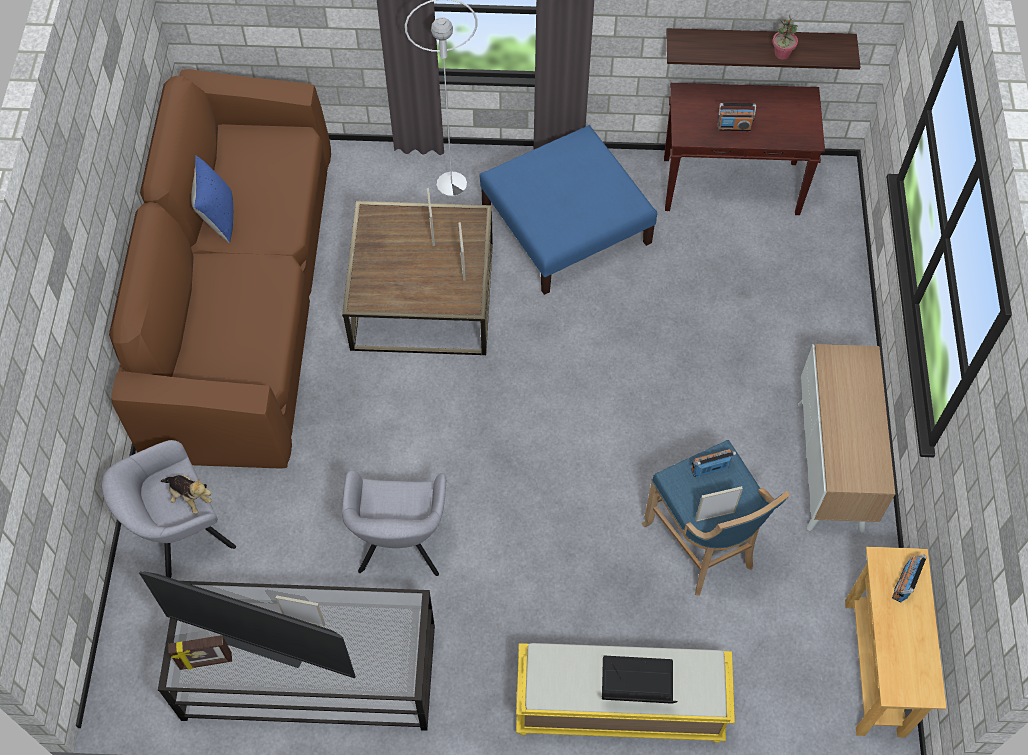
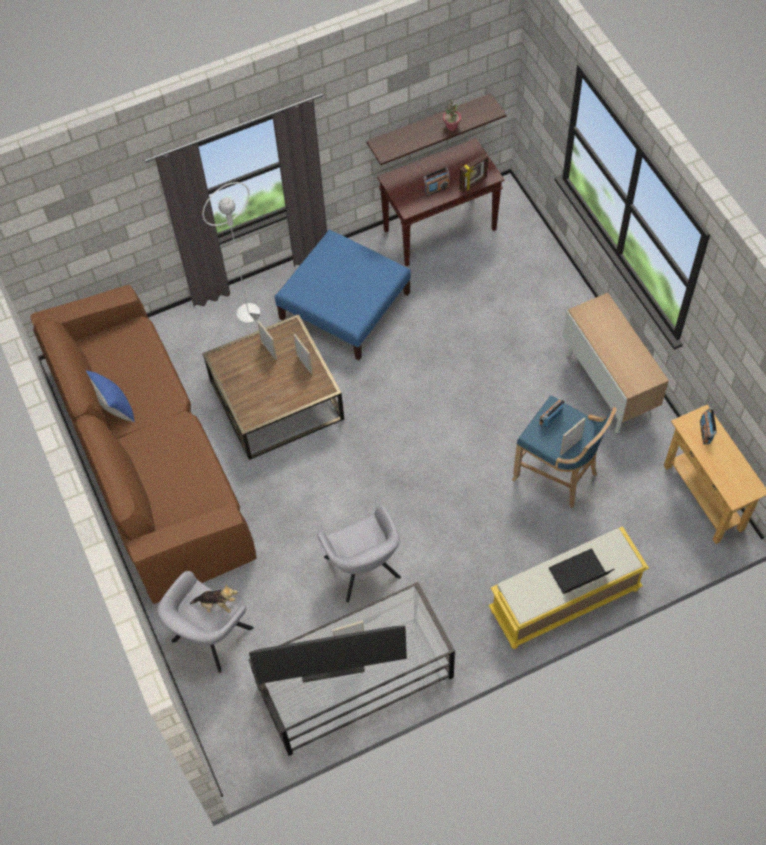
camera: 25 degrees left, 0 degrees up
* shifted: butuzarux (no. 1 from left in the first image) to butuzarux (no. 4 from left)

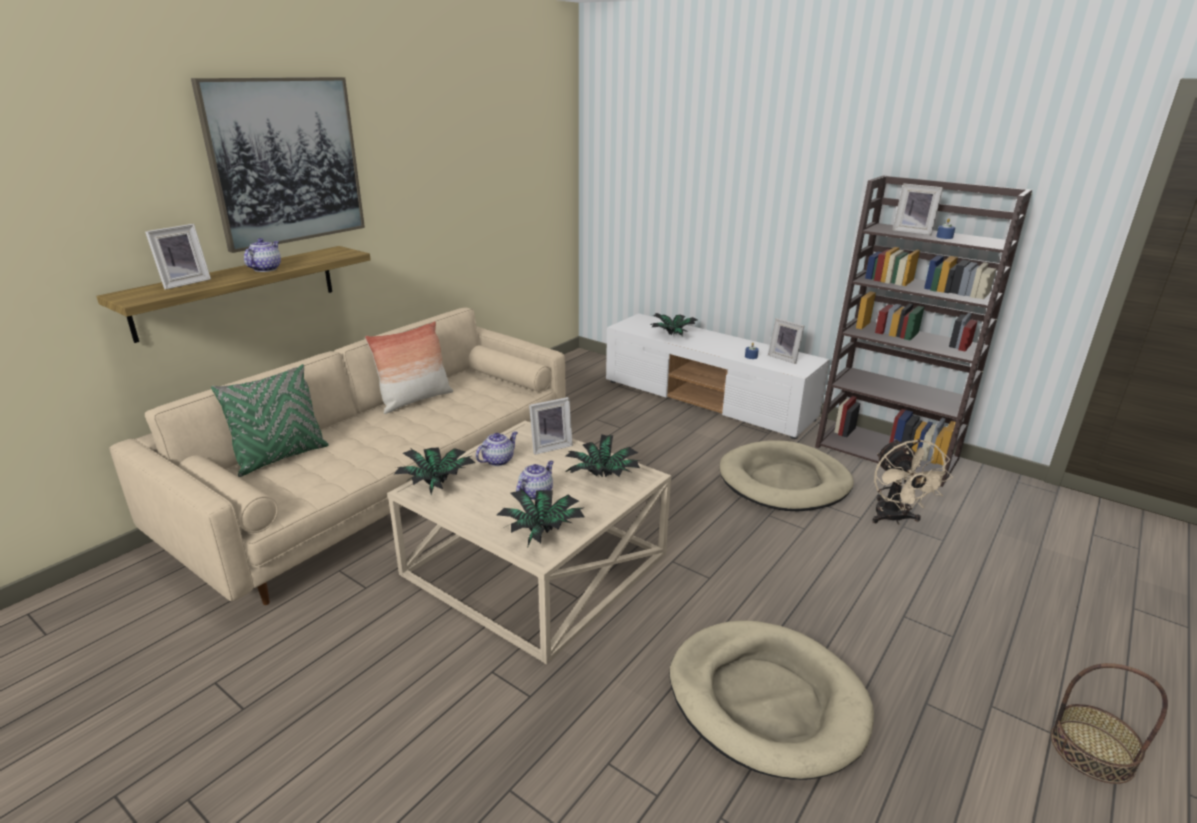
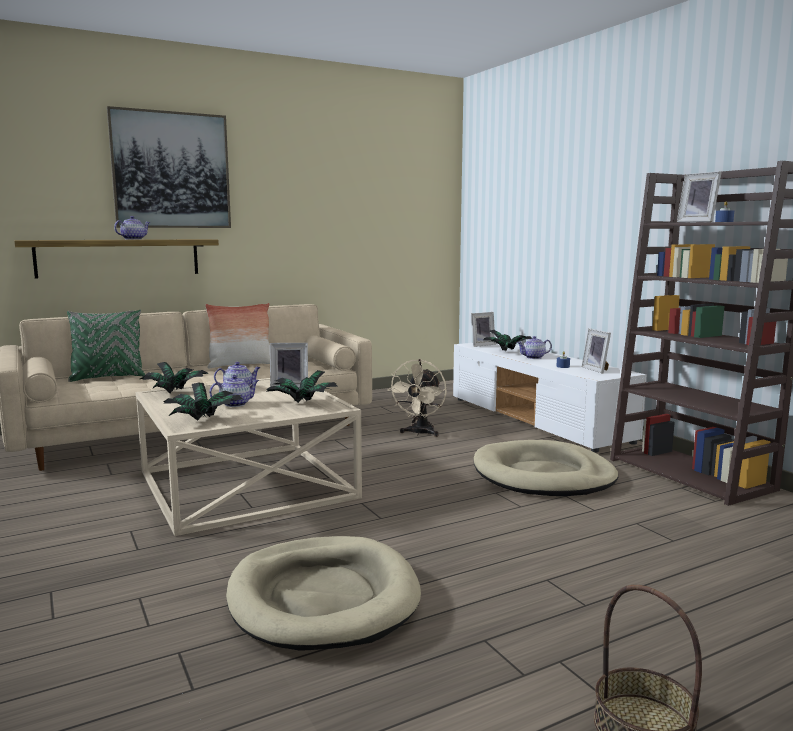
camera: 25 degrees right, 15 degrees down
* shifted: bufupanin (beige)
* shifted: butuzarux (no. 1 from left in the first image) to butuzarux (no. 2 from left)
* new: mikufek (no. 4 from left)

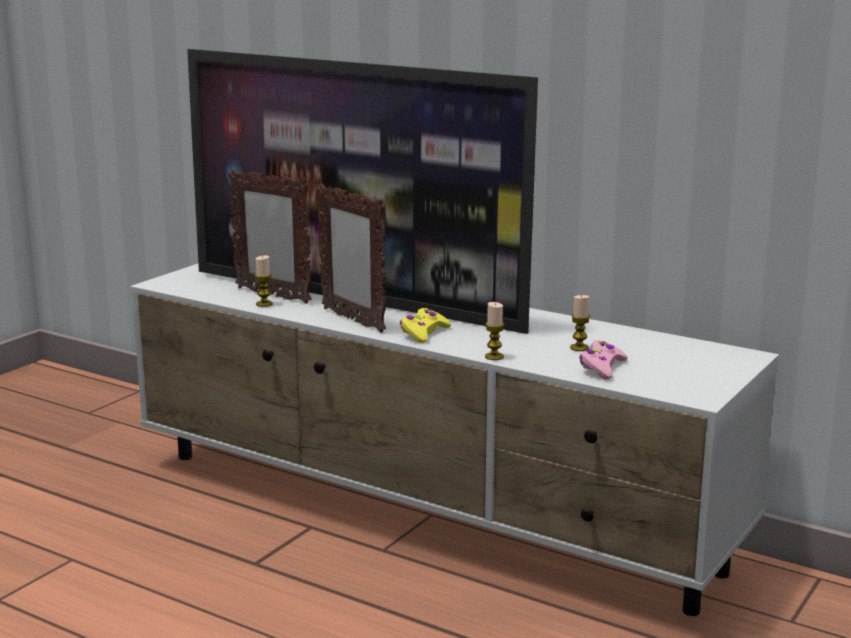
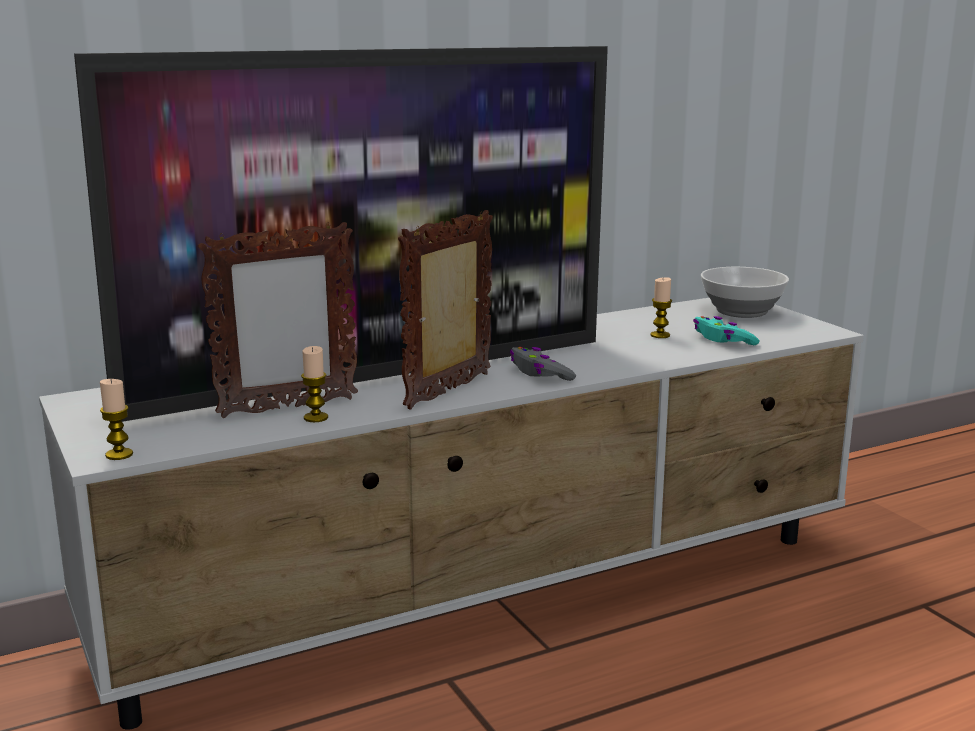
camera: 60 degrees left, 0 degrees up
* shifted: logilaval (no. 2 from left in the first image) to logilaval (no. 1 from left)
* rotated: butuzarux (no. 2 from left) 135 degrees clockwise
* repainted: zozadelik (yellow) to zozadelik (grey)
* repainted: zozadelik (pink) to zozadelik (turquoise)
* new: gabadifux

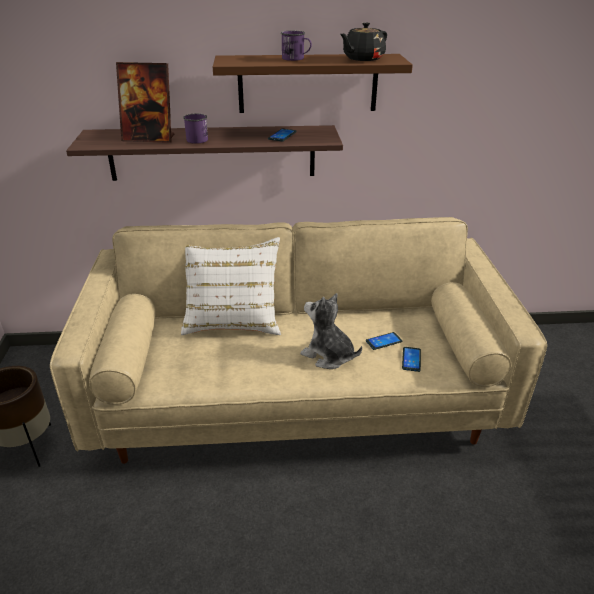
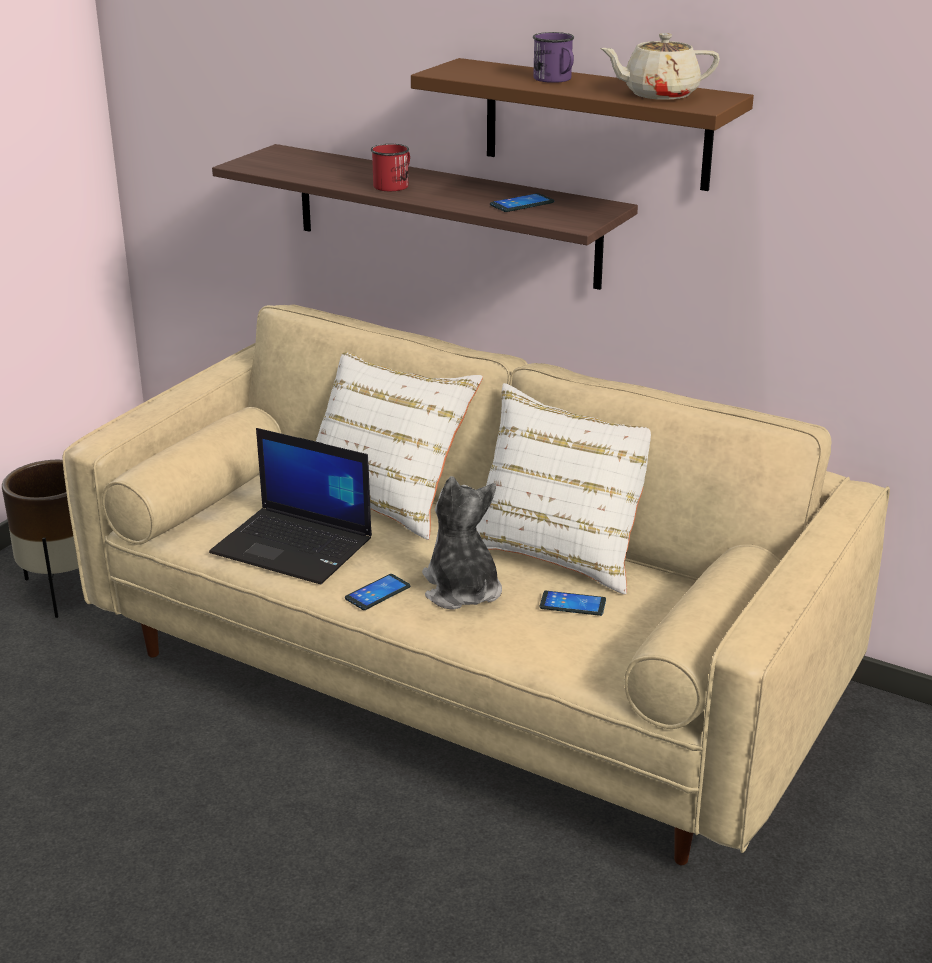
camera: 35 degrees right, 5 degrees down
* new: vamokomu
* shifted: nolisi (no. 3 from left in the first image) to nolisi (no. 1 from left)
* repainted: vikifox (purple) (no. 1 from left) to vikifox (red)
* new: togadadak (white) (no. 2 from left)
* repainted: mikufek (black) to mikufek (beige)
* gone: butuzarux

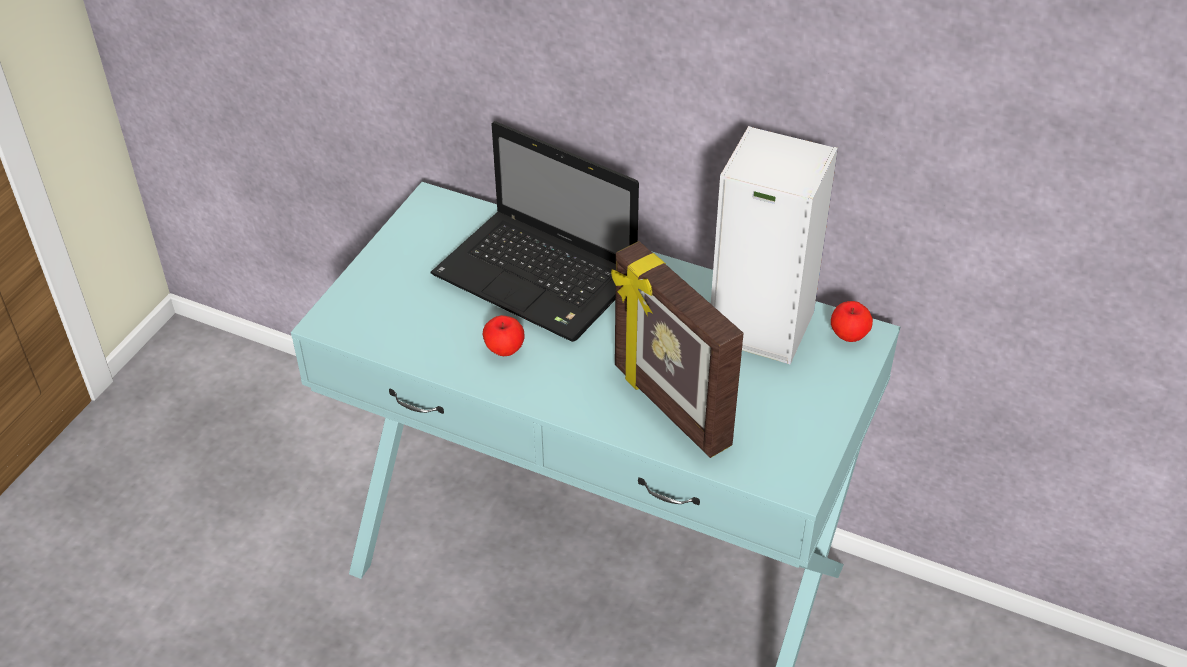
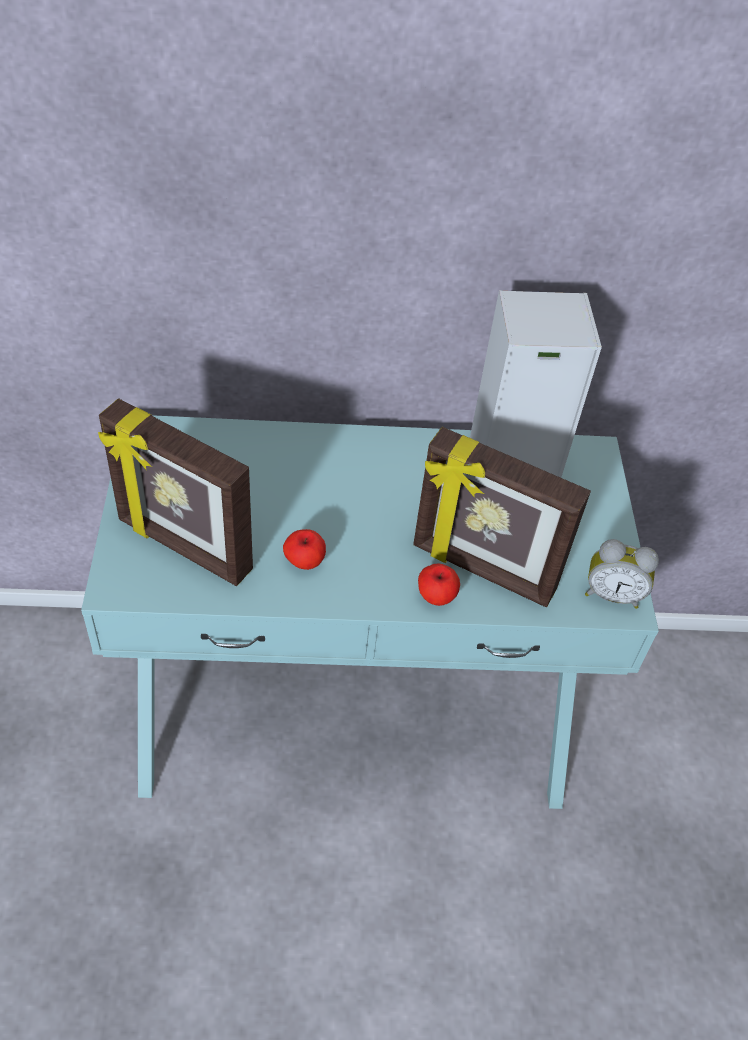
camera: 30 degrees left, 5 degrees up
* new: butuzarux (no. 1 from left)
* shifted: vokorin (no. 2 from left)
* new: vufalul
* gone: vamokomu

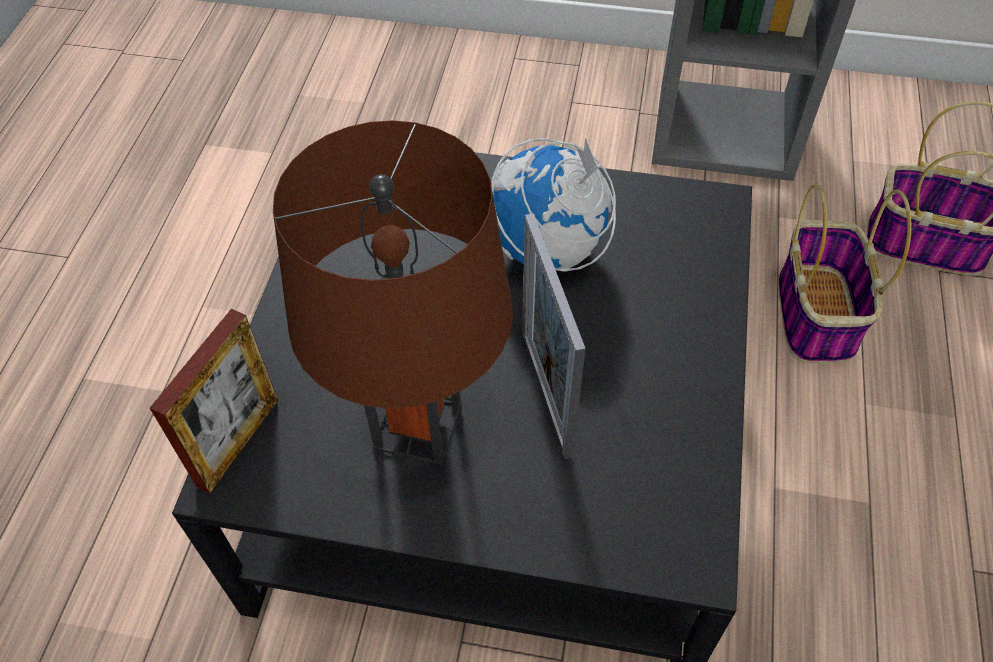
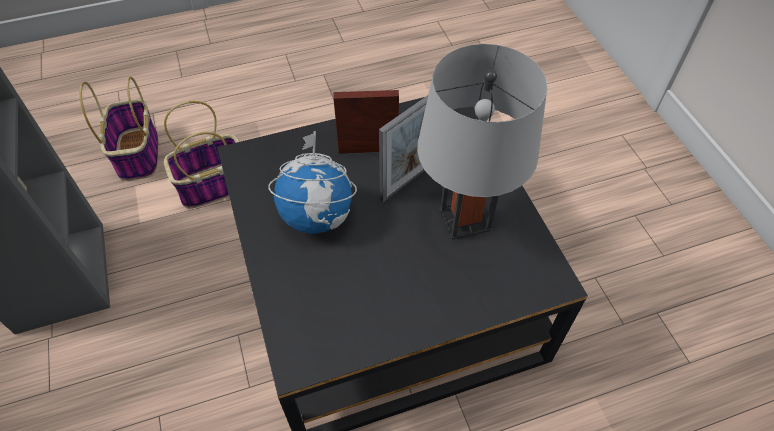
camera: 120 degrees left, 0 degrees up
* shifted: butuzarux (no. 1 from left)
* repainted: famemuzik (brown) to famemuzik (grey)

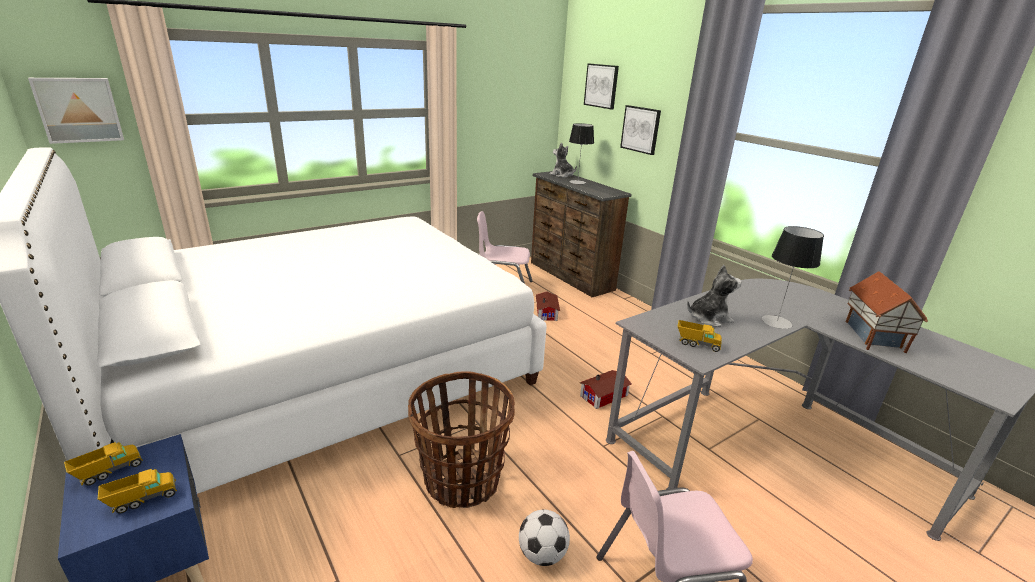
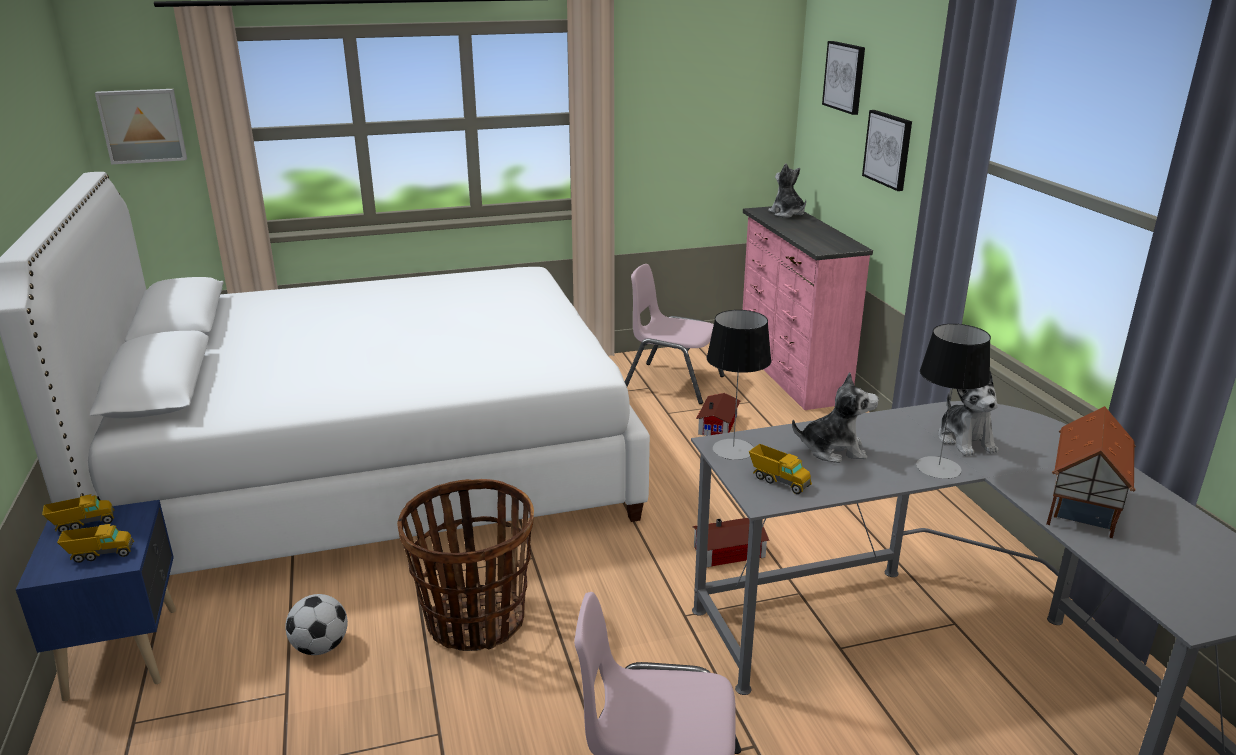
camera: 20 degrees right, 0 degrees up
* shifted: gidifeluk
* shifted: famemuzik (no. 1 from left)
* repainted: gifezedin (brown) to gifezedin (pink)
* new: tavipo (no. 3 from left)

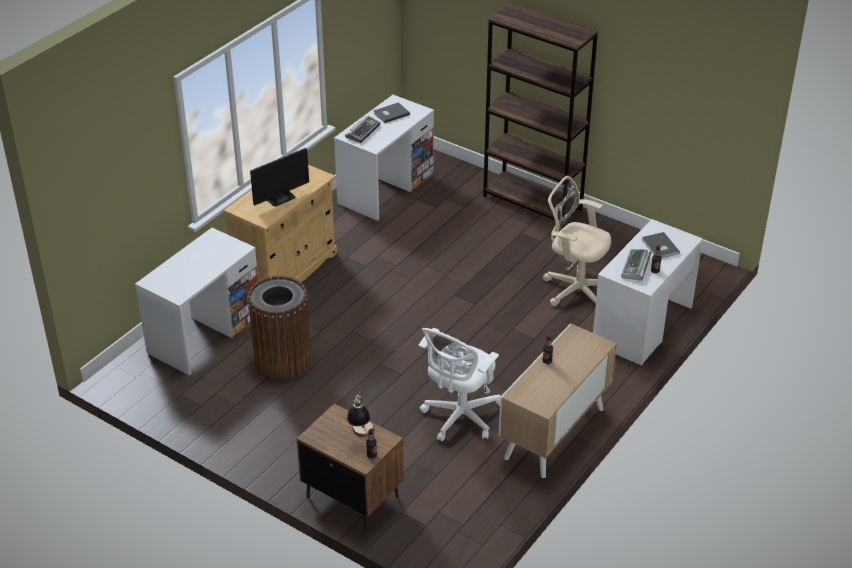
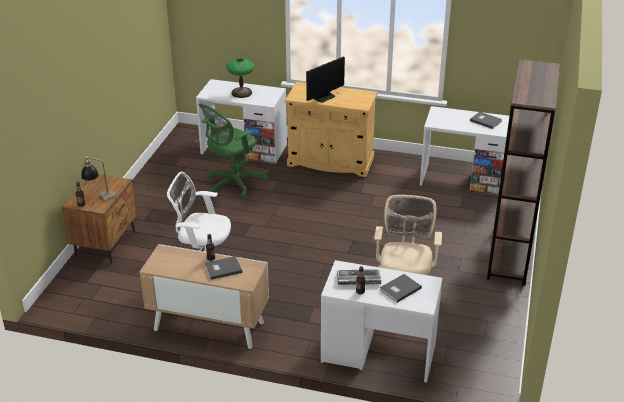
camera: 70 degrees right, 5 degrees down
* swapped: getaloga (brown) to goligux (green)
* new: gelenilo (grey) (no. 1 from left)
* new: famemuzik (no. 2 from left)
* rotated: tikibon 75 degrees counterclockwise
* gone: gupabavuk (no. 1 from left)

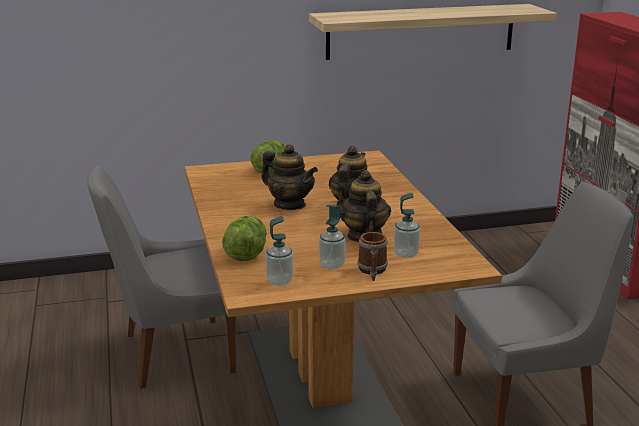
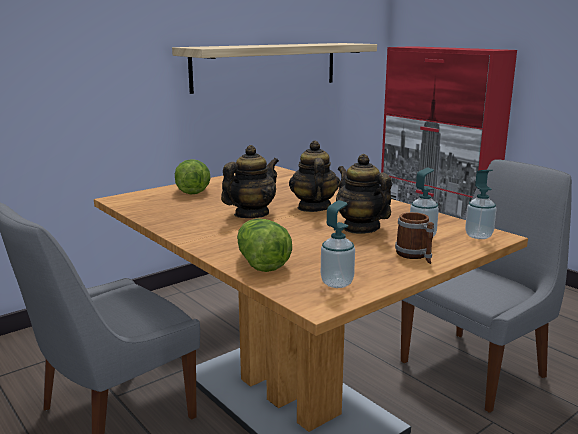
camera: 25 degrees left, 5 degrees down
* rotated: mikufek (no. 1 from left) 60 degrees counterclockwise
* shifted: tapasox (no. 2 from left in the first image) to tapasox (no. 3 from left)

